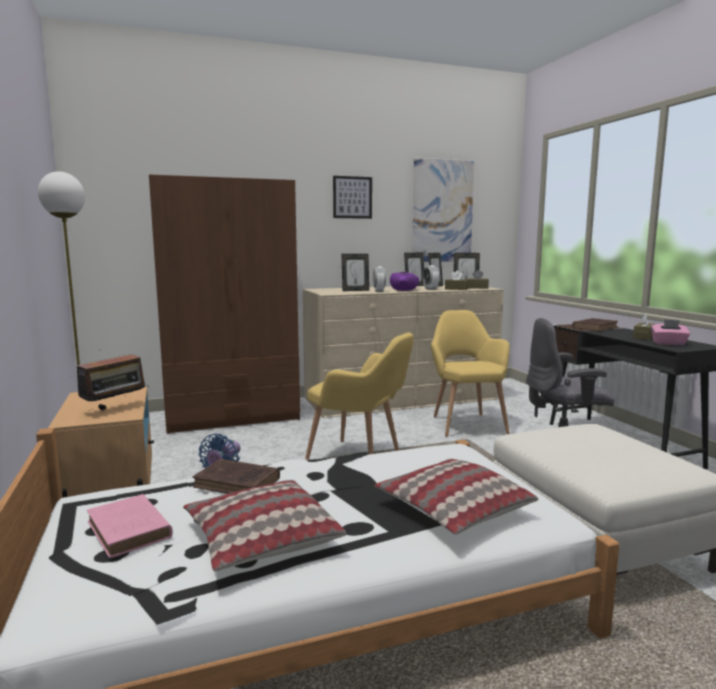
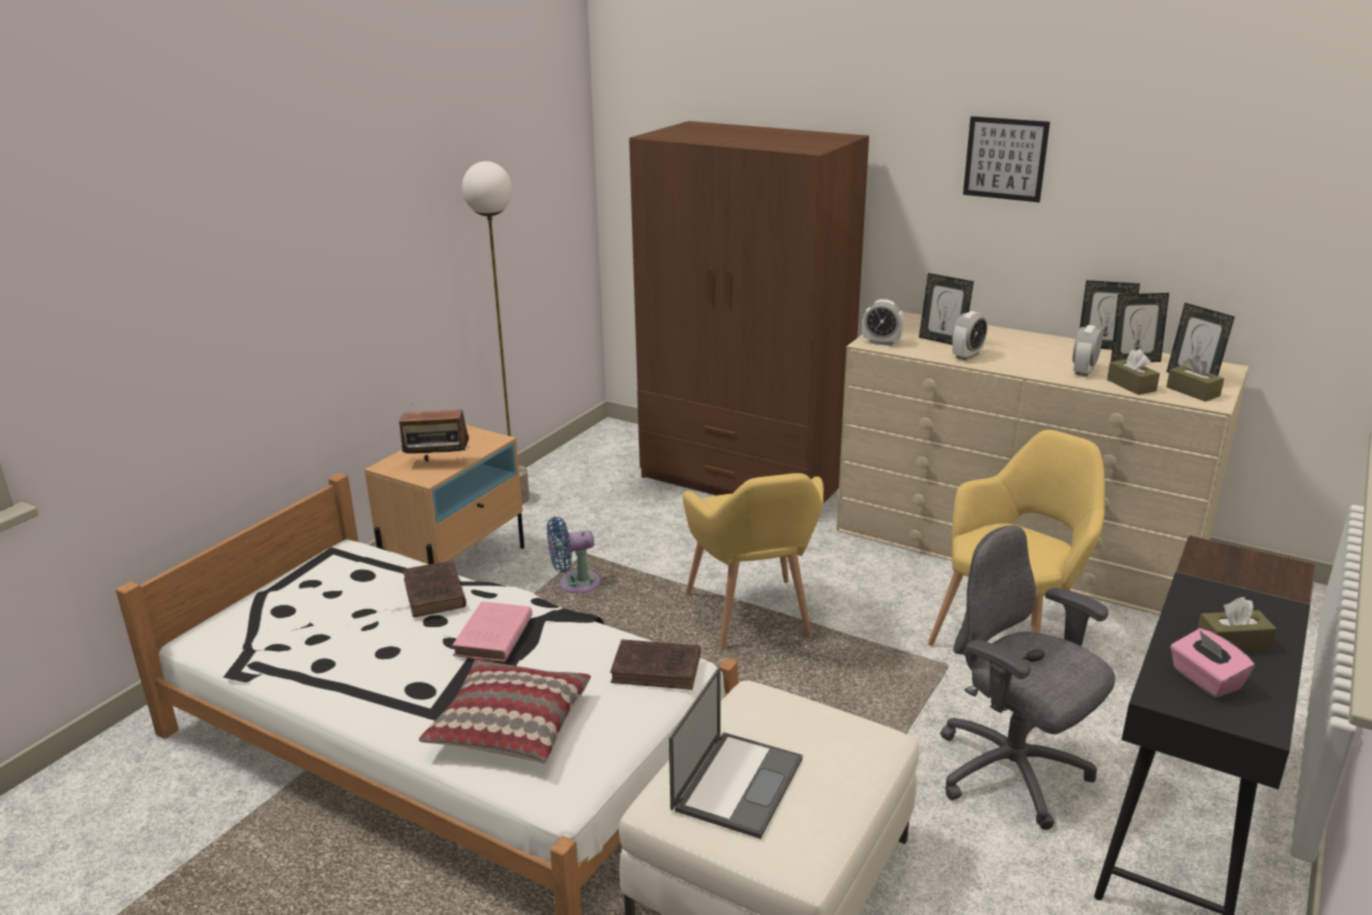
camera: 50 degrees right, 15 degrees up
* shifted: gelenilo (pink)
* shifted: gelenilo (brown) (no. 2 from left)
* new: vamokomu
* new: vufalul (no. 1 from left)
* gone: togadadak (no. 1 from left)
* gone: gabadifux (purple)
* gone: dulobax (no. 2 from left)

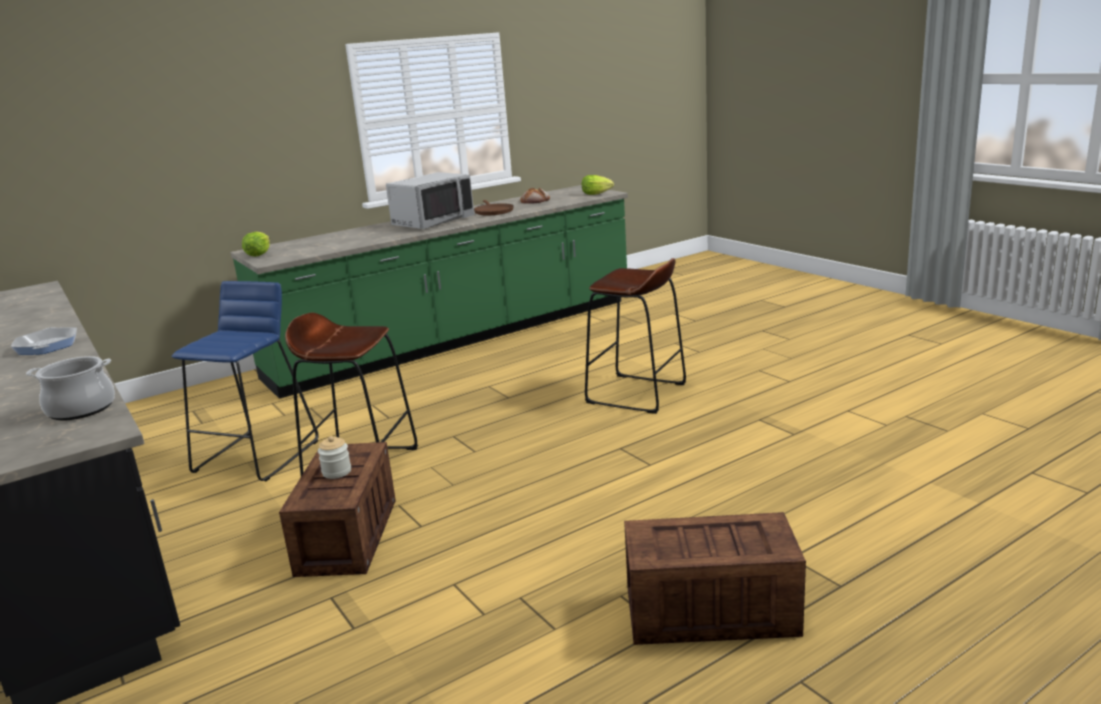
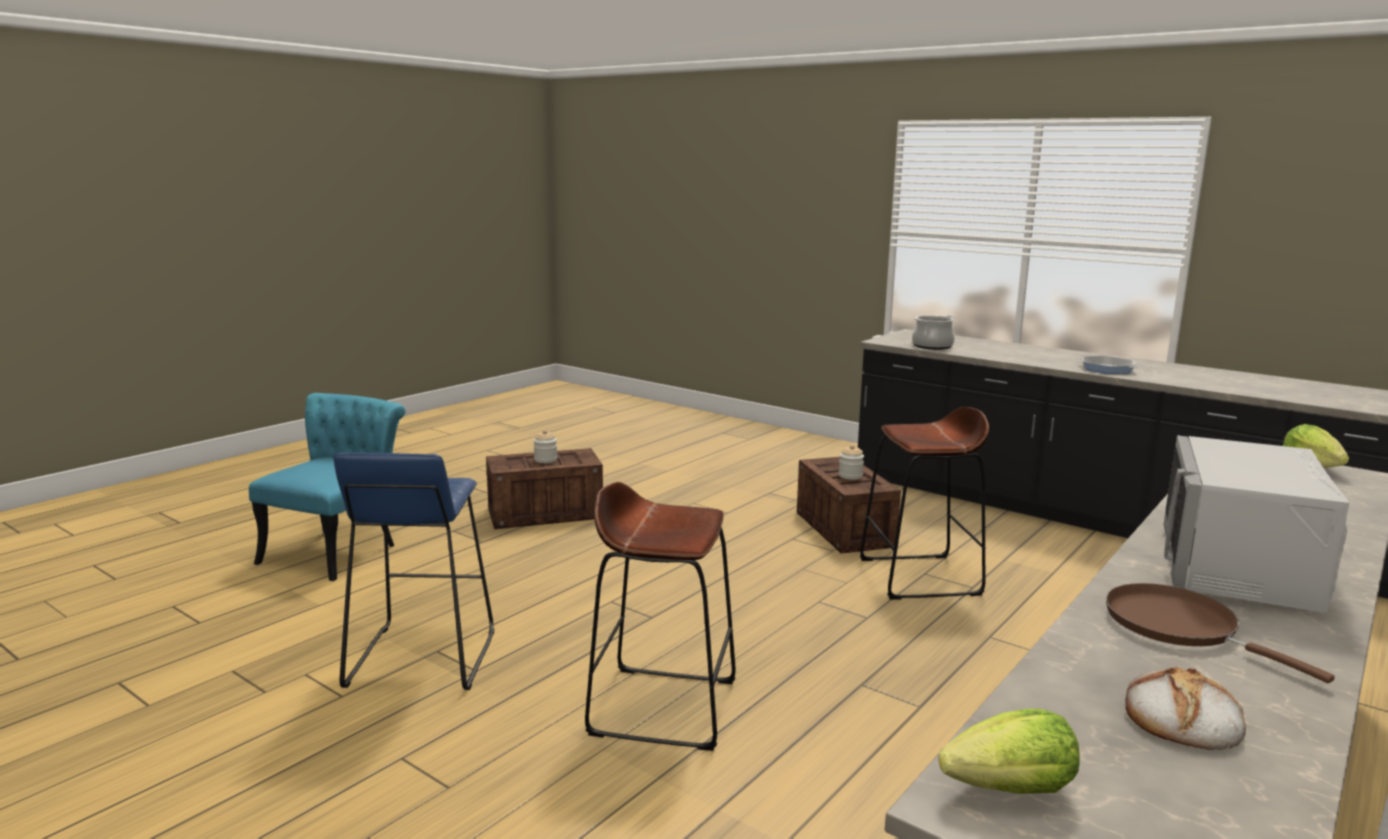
camera: 160 degrees right, 5 degrees down
* new: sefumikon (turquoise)
* shifted: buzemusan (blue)
* new: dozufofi (no. 1 from left)

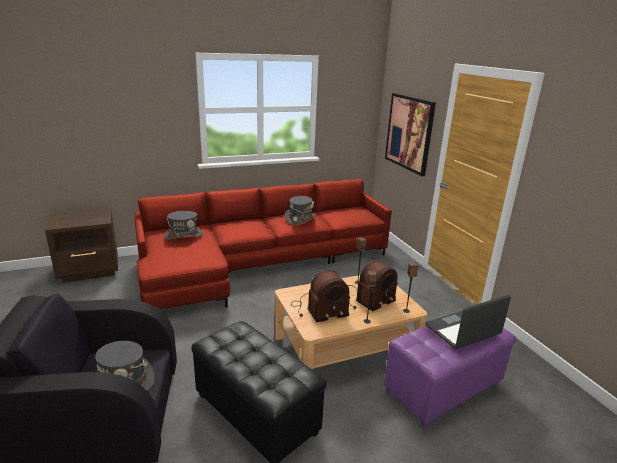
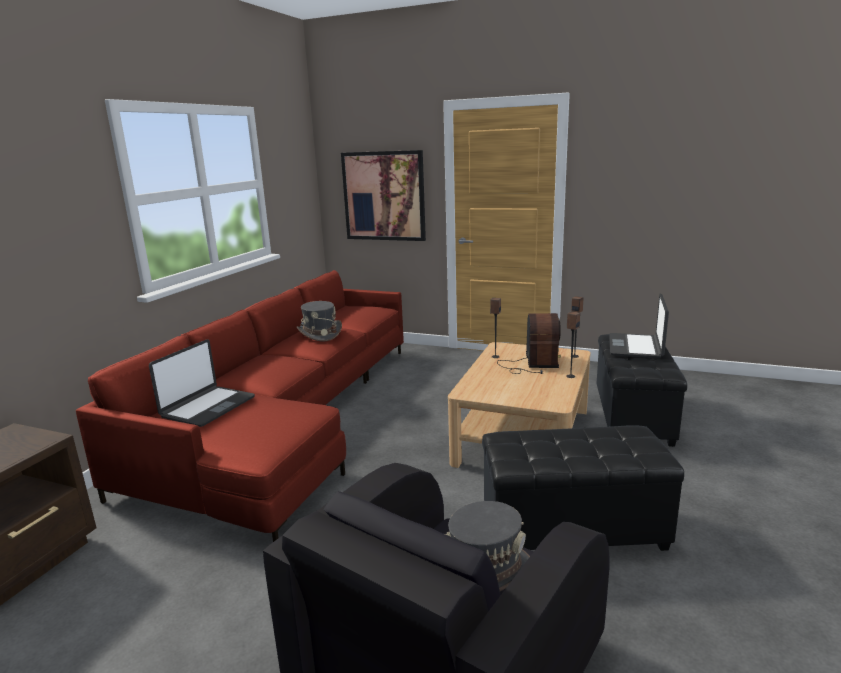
camera: 45 degrees left, 5 degrees down
* swapped: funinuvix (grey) (no. 2 from left) to vamokomu (no. 1 from left)
* repainted: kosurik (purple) to kosurik (black) (no. 2 from left)
* gone: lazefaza (no. 1 from left)

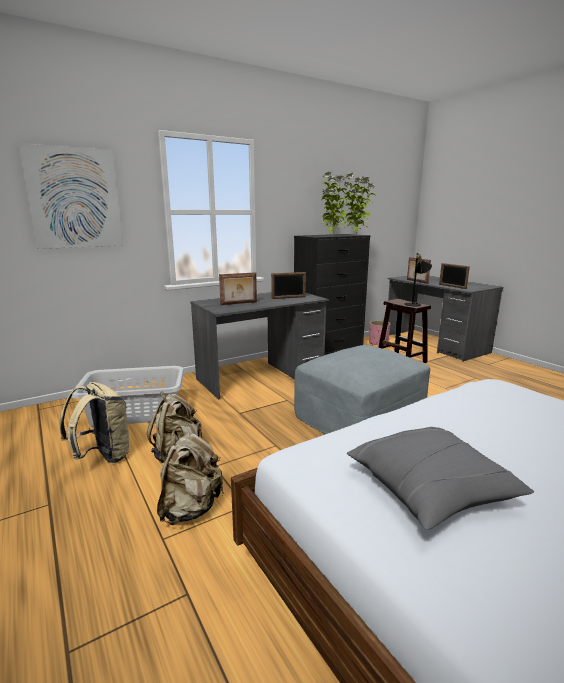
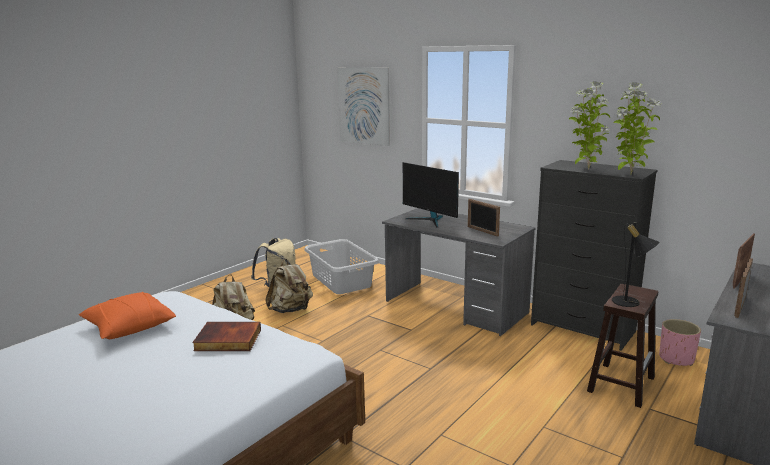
camera: 70 degrees right, 0 degrees up
* repainted: togadadak (grey) to togadadak (orange)
* new: gelenilo
* swapped: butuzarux (no. 1 from left) to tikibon
* gone: kosurik (grey)

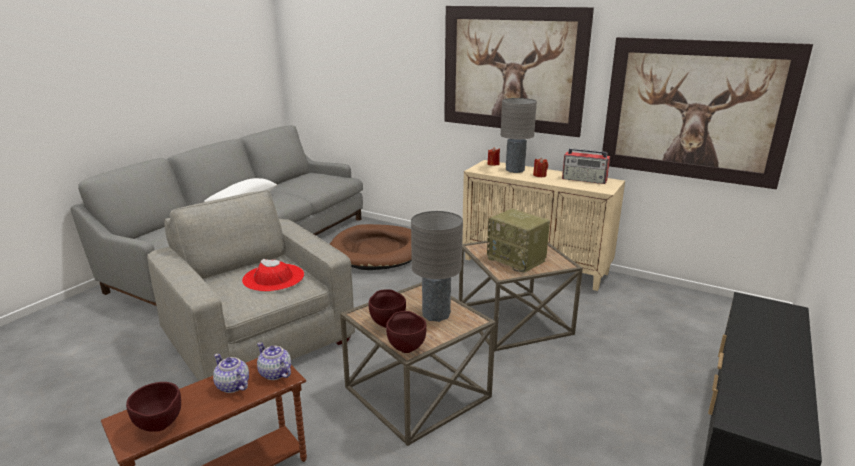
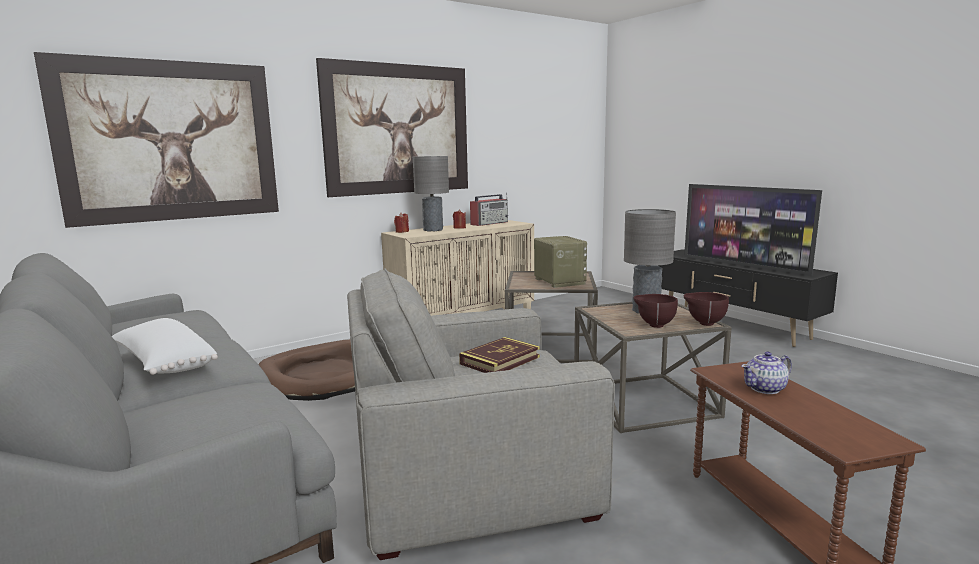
camera: 65 degrees left, 10 degrees down
* shifted: dulobax (no. 2 from left in the first image) to dulobax (no. 1 from left)
* swapped: funinuvix (red) to gelenilo
* rotated: lazefaza (no. 1 from left in the first image) 90 degrees counterclockwise
* new: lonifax
* gone: gabadifux (brown) (no. 1 from left)
* gone: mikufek (no. 2 from left)

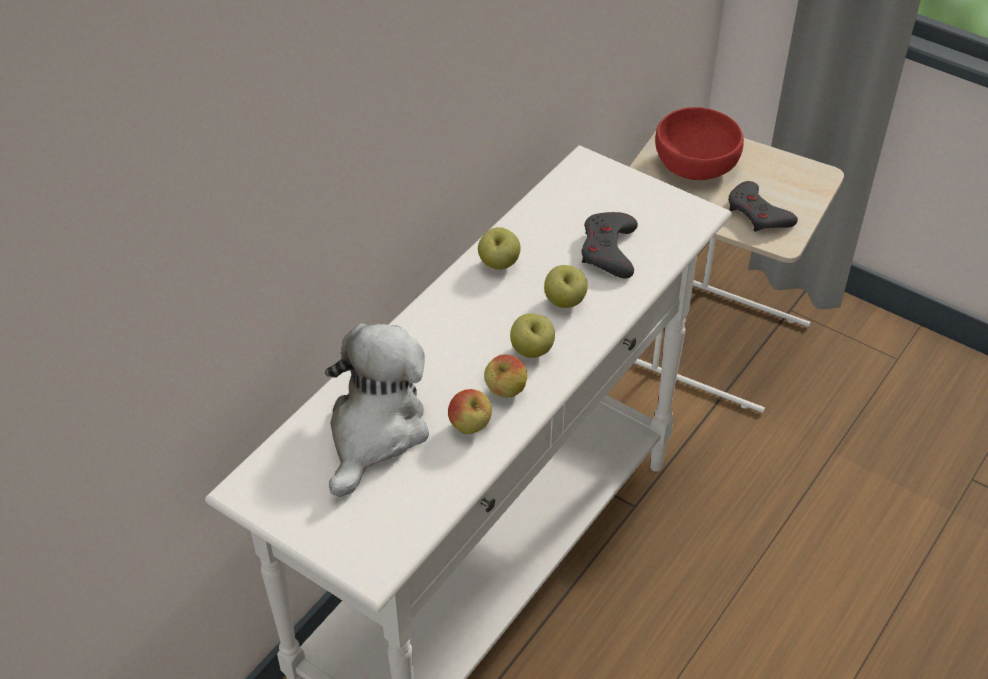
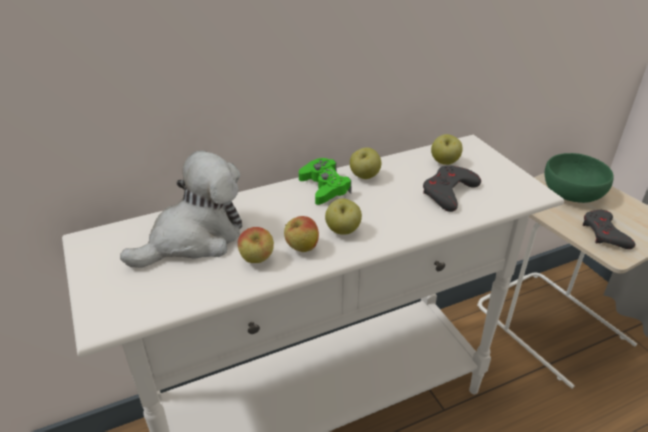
camera: 30 degrees right, 10 degrees down
* new: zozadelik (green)
* shifted: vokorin (no. 5 from left)
* repainted: gabadifux (red) to gabadifux (green)

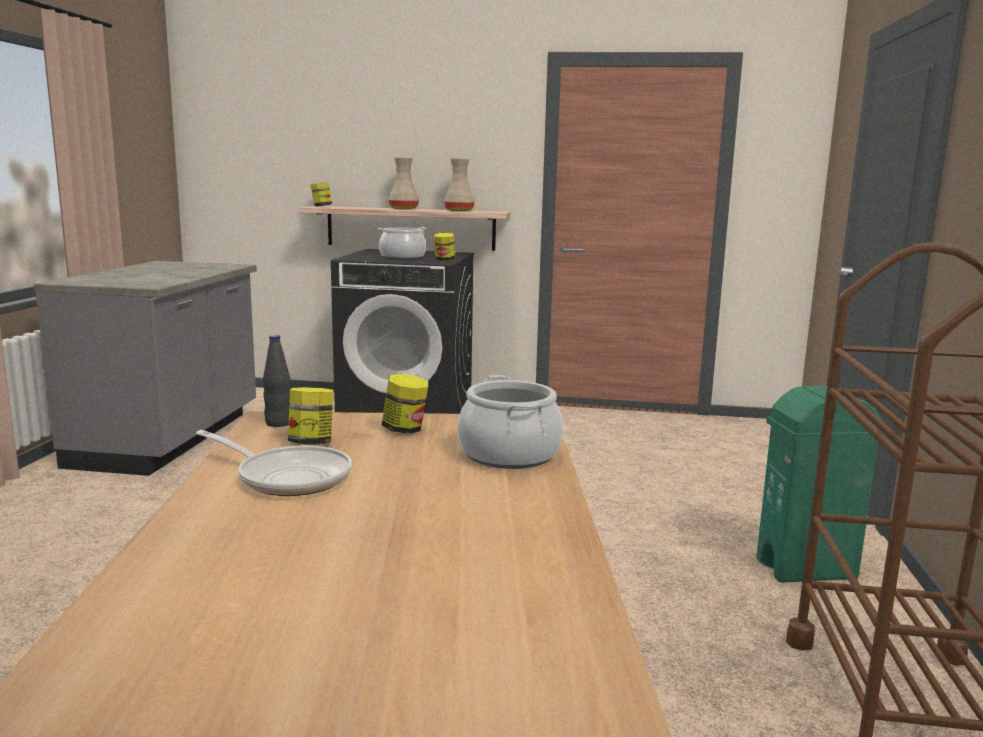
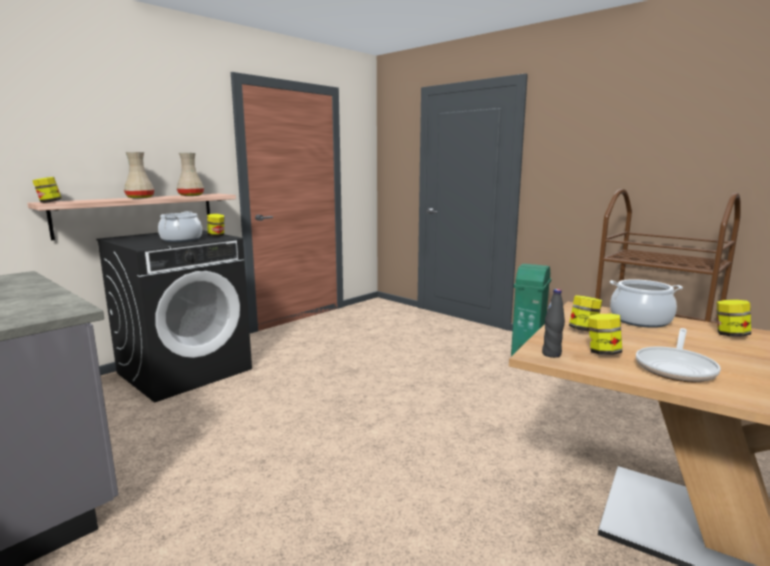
camera: 55 degrees left, 0 degrees up
* rotated: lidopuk 150 degrees clockwise
* new: dozufofi (no. 5 from left)

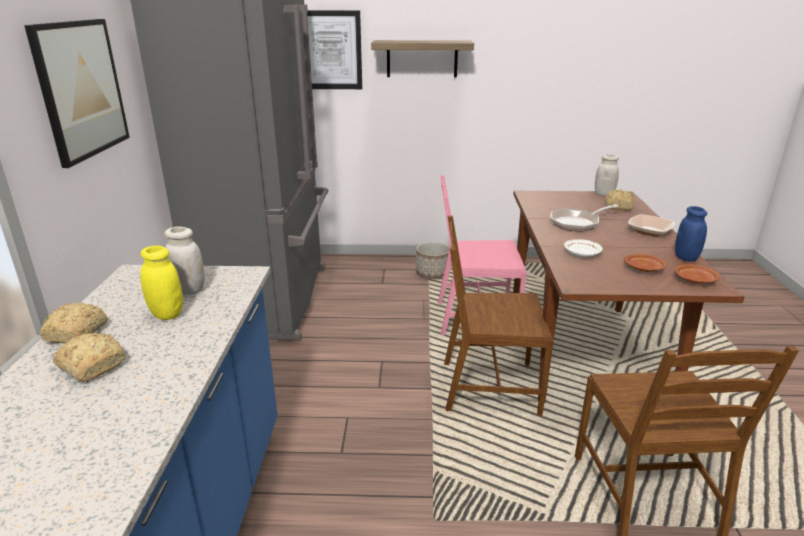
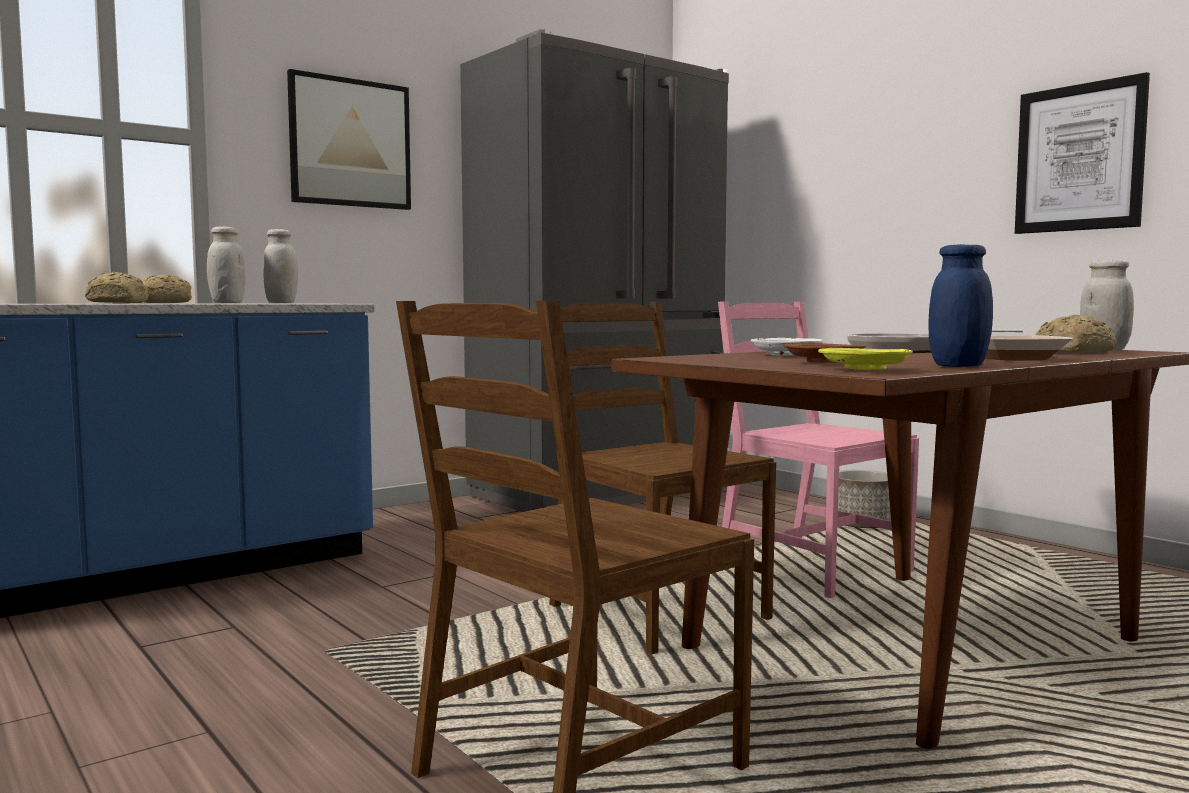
camera: 50 degrees right, 20 degrees down
* repainted: dozufofi (yellow) to dozufofi (white) (no. 1 from left)
* repainted: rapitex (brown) (no. 2 from left) to rapitex (yellow)
* shifted: dulobax (no. 2 from left)
* gone: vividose

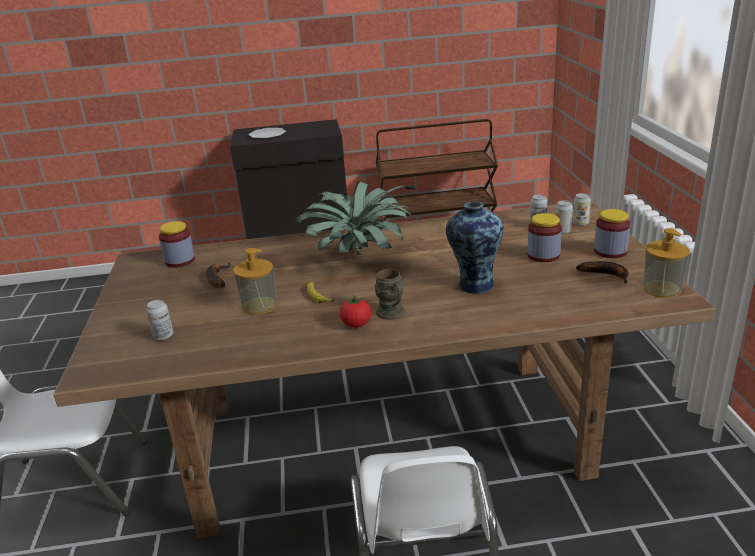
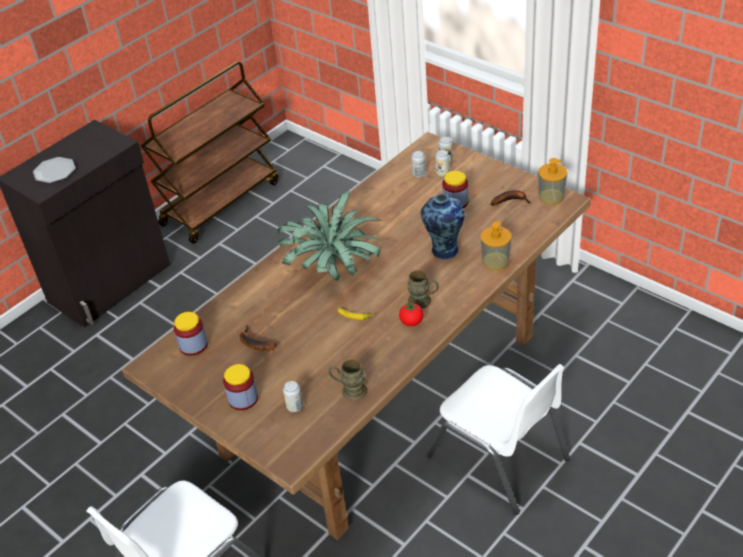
camera: 40 degrees left, 15 degrees up
* shifted: dozufofi (no. 3 from left in the first image) to dozufofi (no. 2 from left)
* new: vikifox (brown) (no. 1 from left)
* shifted: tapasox (no. 1 from left)

